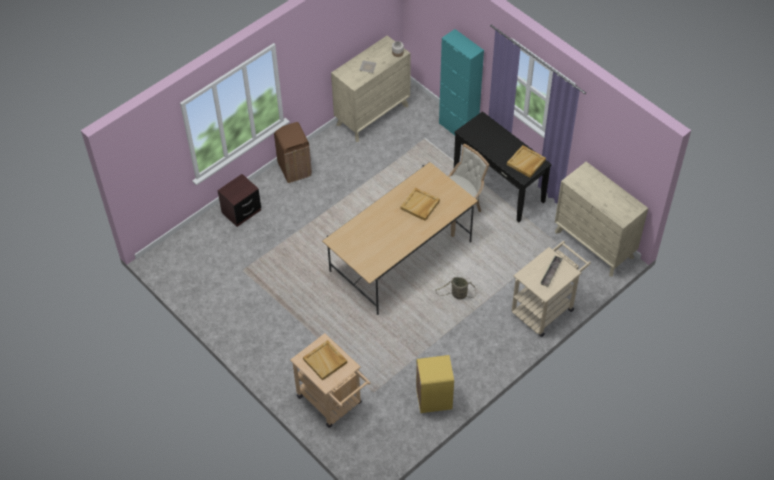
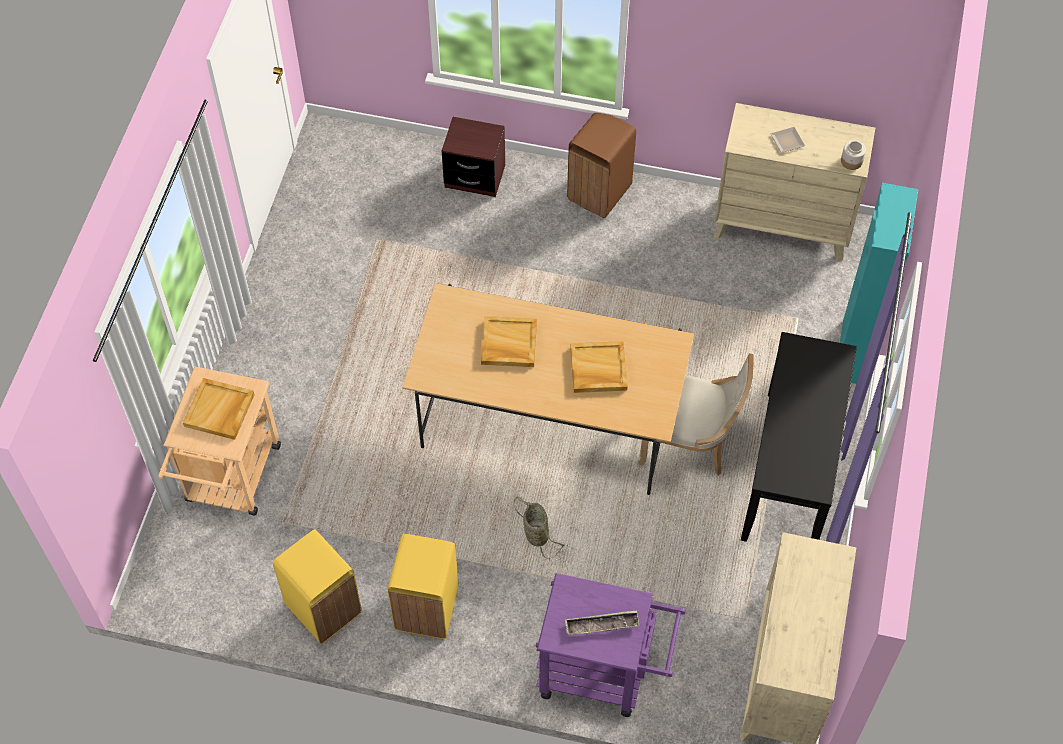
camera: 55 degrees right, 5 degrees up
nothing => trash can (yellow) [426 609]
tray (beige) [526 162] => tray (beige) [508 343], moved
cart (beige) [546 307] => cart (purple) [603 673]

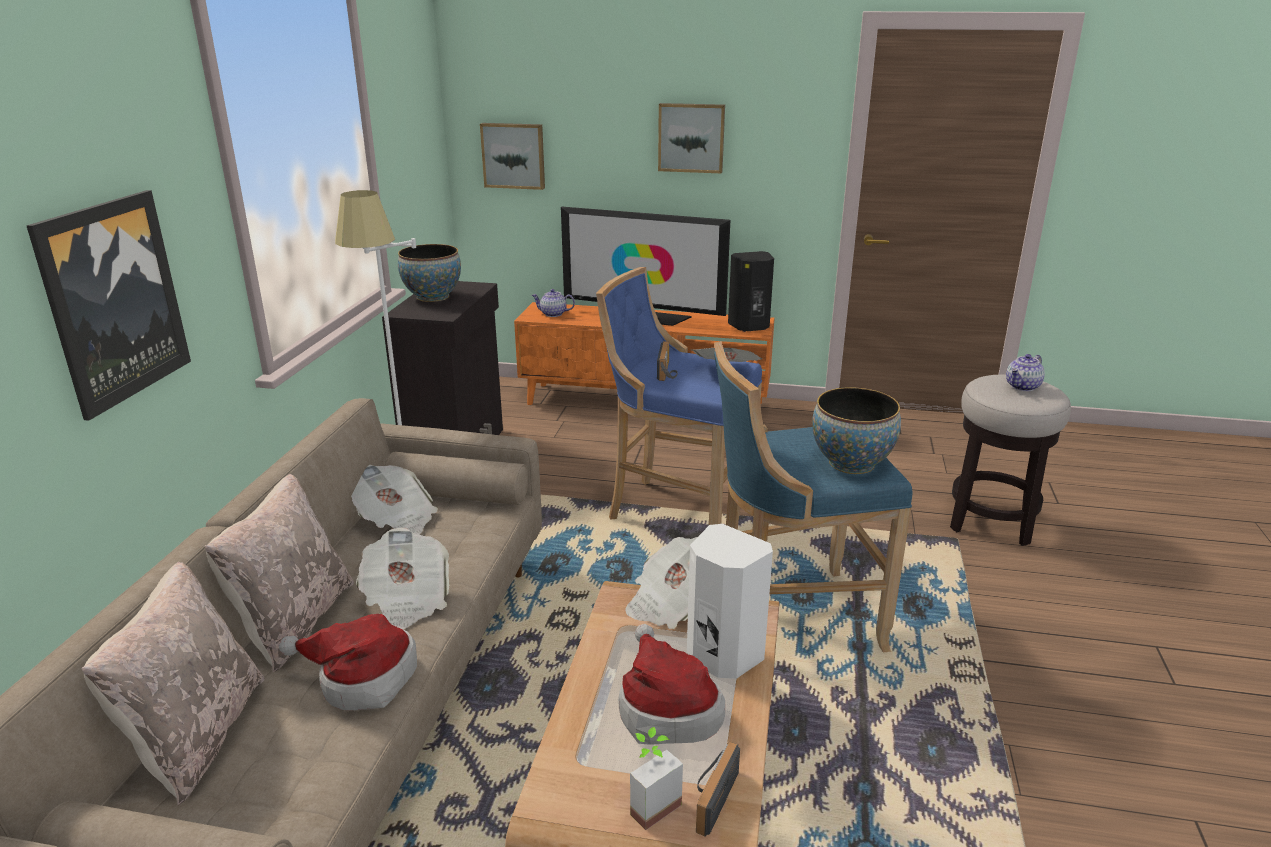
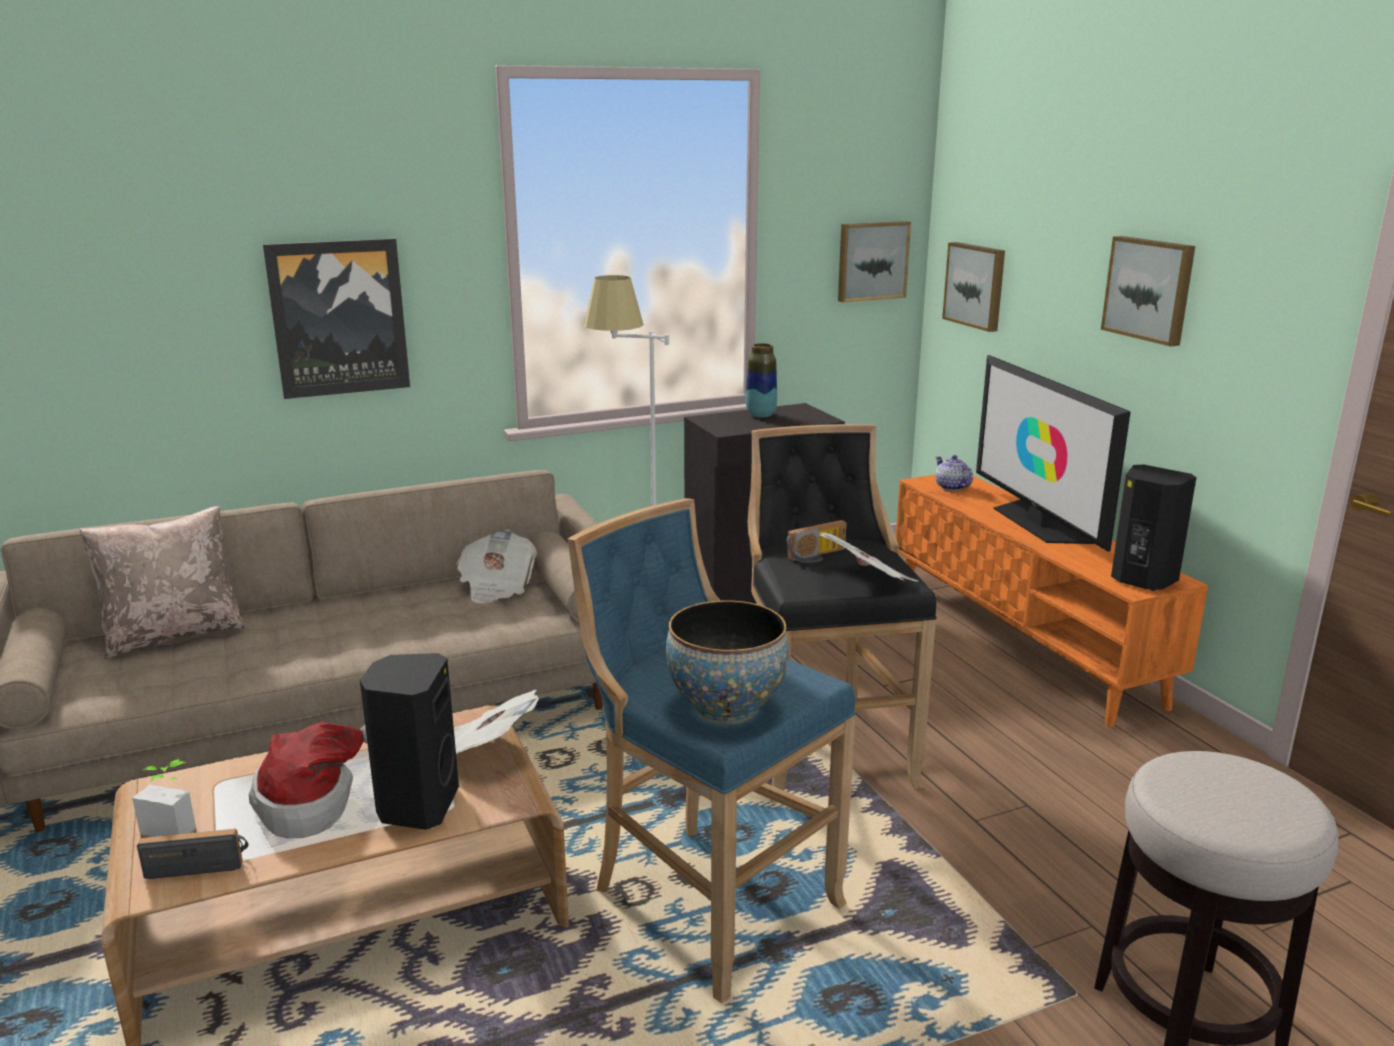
camera: 55 degrees right, 5 degrees down
speaker (whitish) [722 657] => speaker (blackish) [416 806]
serving bowl [433 297] => vase [761 415]
stool seat (blue) [676 511] => stool seat (blackish) [823 746]
nothing => wall picture [871 261]
throw pillow (beige) [293 622] => nothing
clothing hat [362 679] => nothing
printed paper [407 599] => nothing
tea pot [1023 386] => nothing

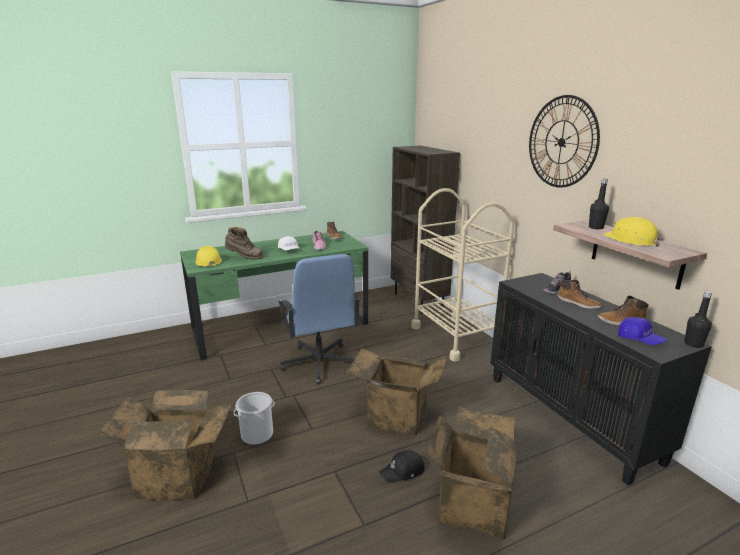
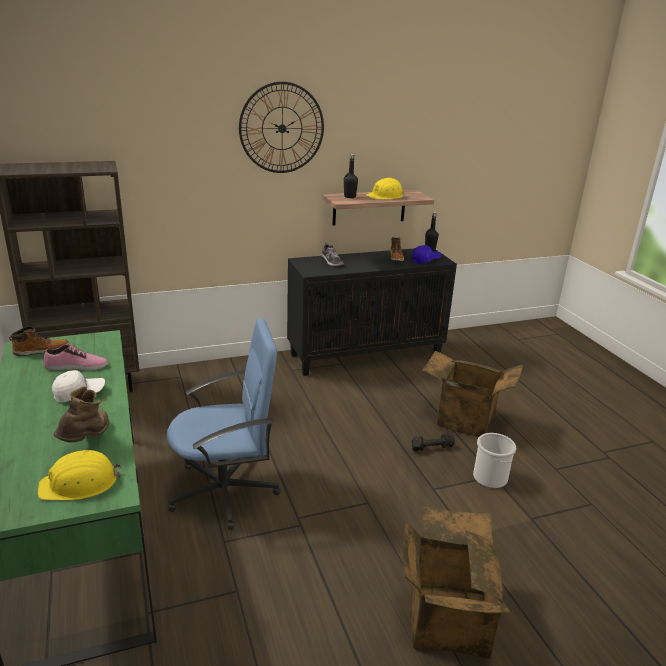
camera: 85 degrees left, 5 degrees up
peaked cap (blackish) [403 471] => dumbbell (blackish) [431 448]
water bucket [257 434] => water bucket [490 478], moved
cardboard box [395 417] => nothing
cart (beige) [455 337] => nothing
boot [578 304] => nothing

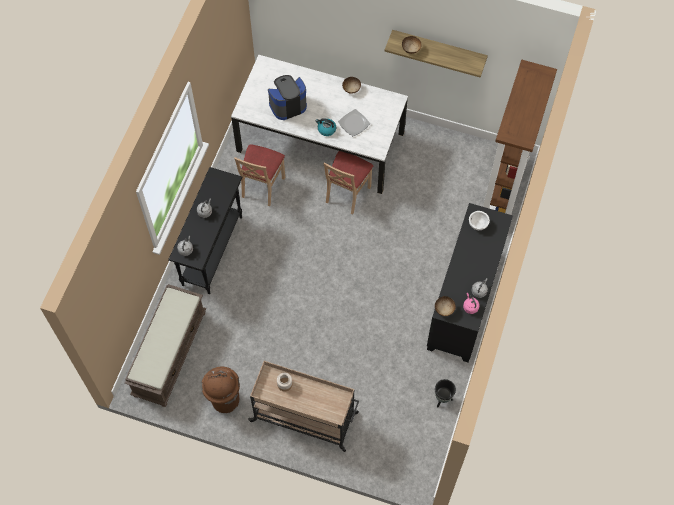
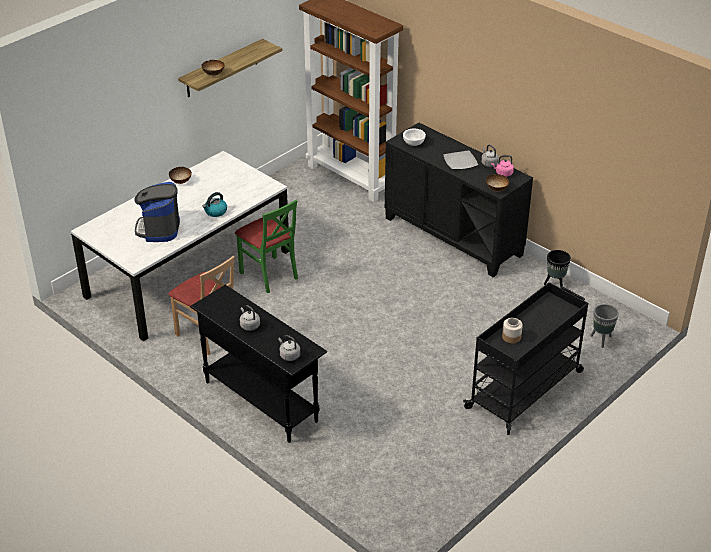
camera: 65 degrees left, 25 degrees down
chair (beige) [347 193] => chair (greenish) [269 274]
dinner plate [354 124] => dinner plate [460 162], moved
cart (beige) [305 417] => cart (blackish) [525 389]
nothing => flower pot (greyish) [601 340]
bench (brown) [169 353] => nothing
trash can (brown) [224 400] => nothing

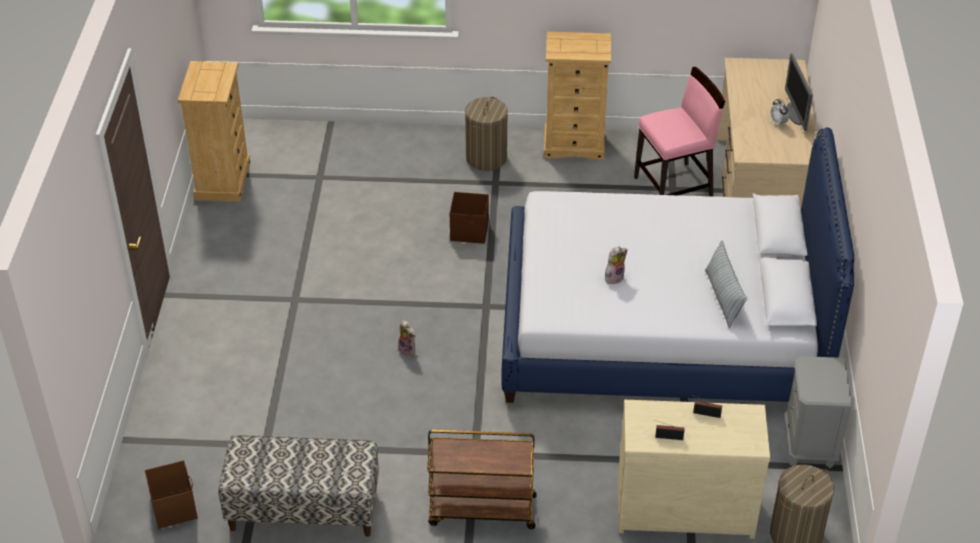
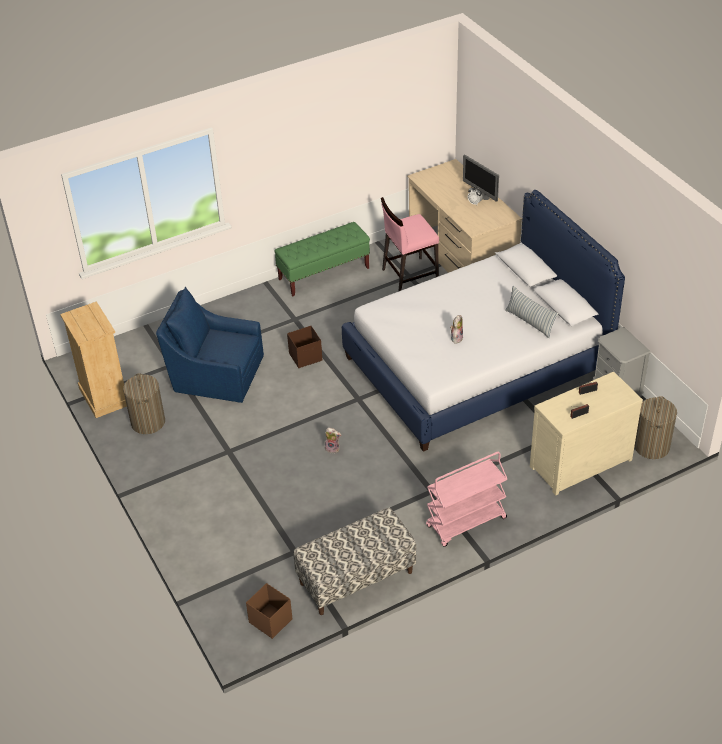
camera: 30 degrees left, 0 degrees up
hamper [486 158] => hamper [148 422], moved
nothing => lounge chair (blue) [215 374]
chest of drawers (beige) [574 145] => bench (greenish) [324 274]
chair (pink) [674 187] => chair (pink) [409 274], 150 degrees counterclockwise
cart (brown) [481 511] => cart (pink) [466 523]

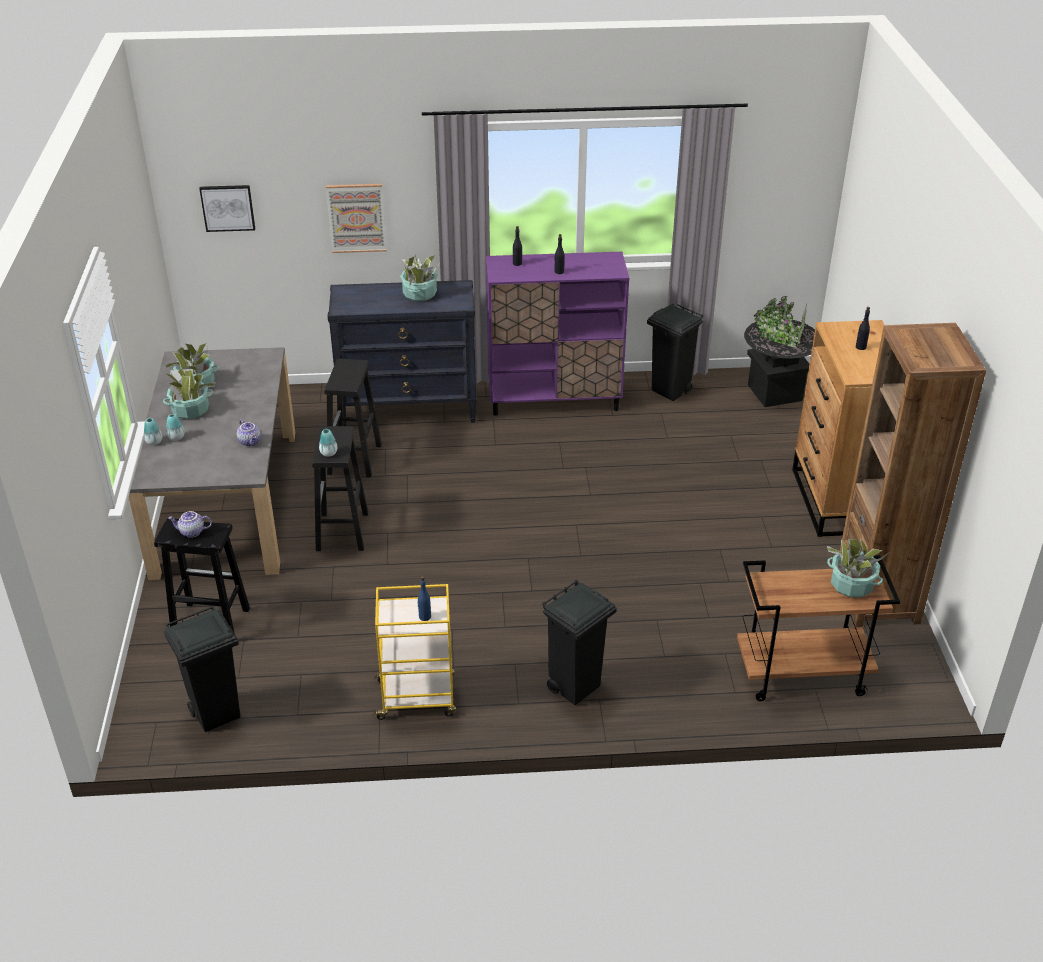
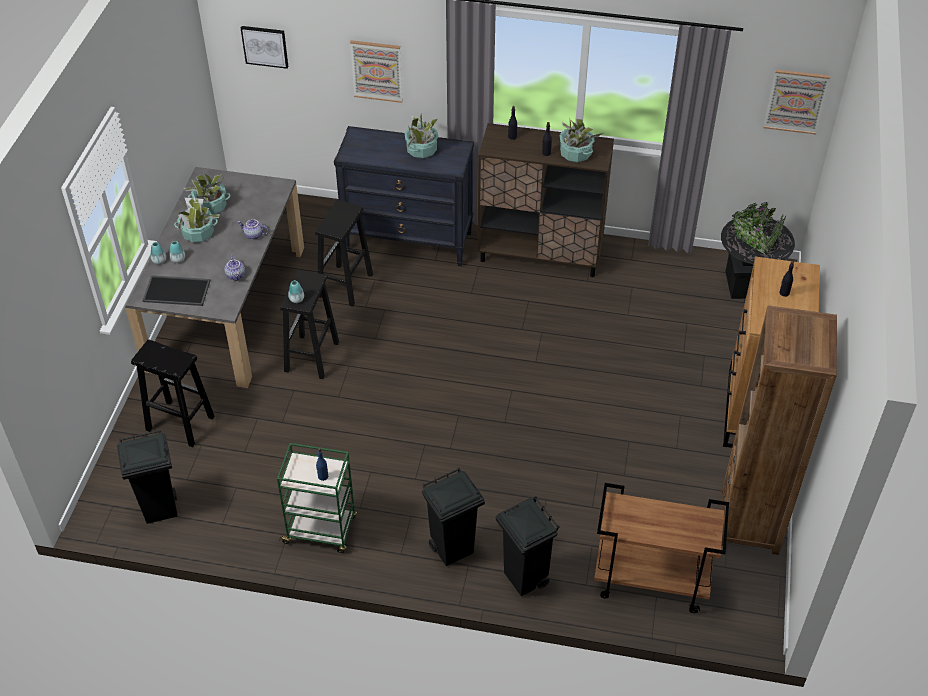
camera: 15 degrees right, 10 degrees up
nothing => tray [177 290]
tea pot [191 532] => tea pot [253 235], moved
cart (yellow) [417 698] => cart (greenish) [321 530]
cupboard (purple) [554 400] => cupboard (brown) [540 255]
trash can (blackish) [670 391] => trash can (blackish) [525 579], moved
plant in a pot [851 585] => plant in a pot [575 153], moved
nothing => wall picture [796 101]

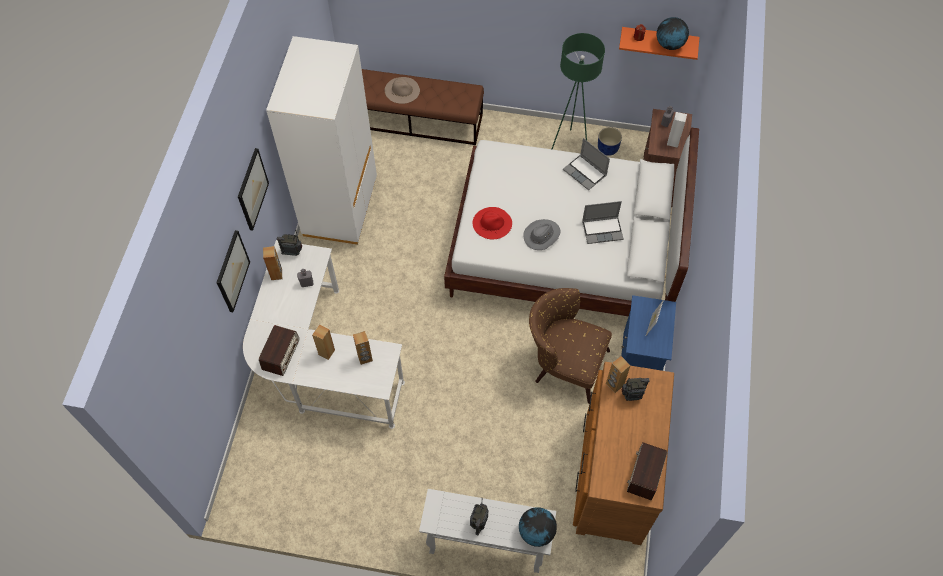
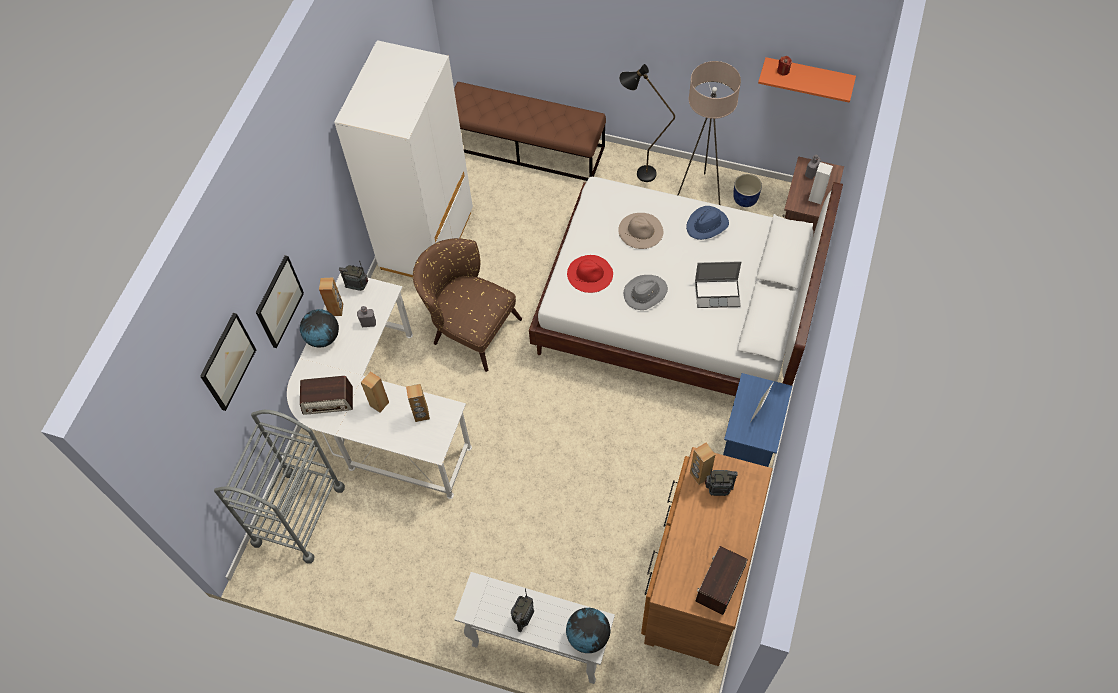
camera: 10 degrees right, 0 degrees up
wall picture [252 189] => wall picture [227 361], moved
nothing => cart (greyish) [298 515]
world globe [669 45] => world globe [323 338], moved
radio [281 354] => radio [328 401], 60 degrees clockwise
lounge chair (brown) [564 363] => lounge chair (brown) [469 327], moved
clothing hat (beige) [402 90] => clothing hat (beige) [641 230], moved
nothing => standing lamp (blackish) [638 173]
standing lamp (greenish) [569 148] => standing lamp (beige) [700 195]
portable computer [585 173] => clothing hat (blue) [707 225]

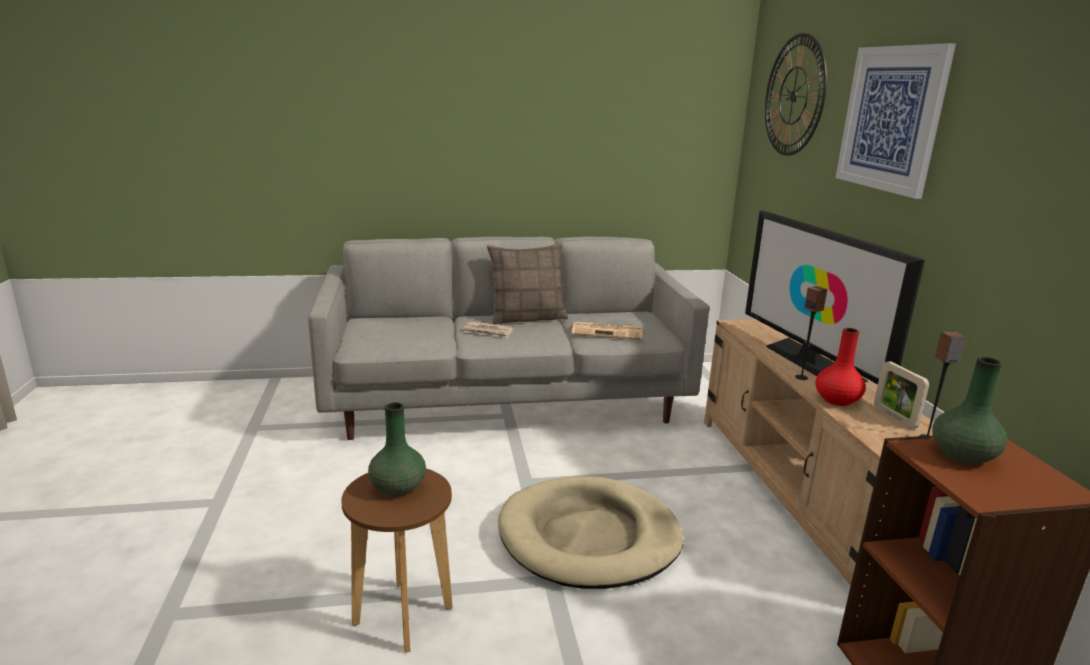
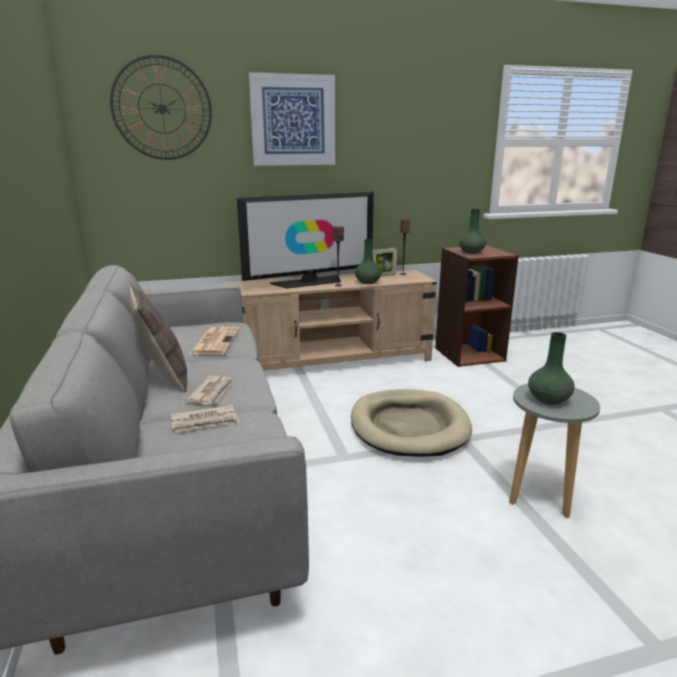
camera: 95 degrees left, 0 degrees up
nothing => printed paper [205 421]
vase (red) [837 400] => vase (greenish) [367 282]
stool seat (brown) [403 615] => stool seat (greyish) [540 495]

